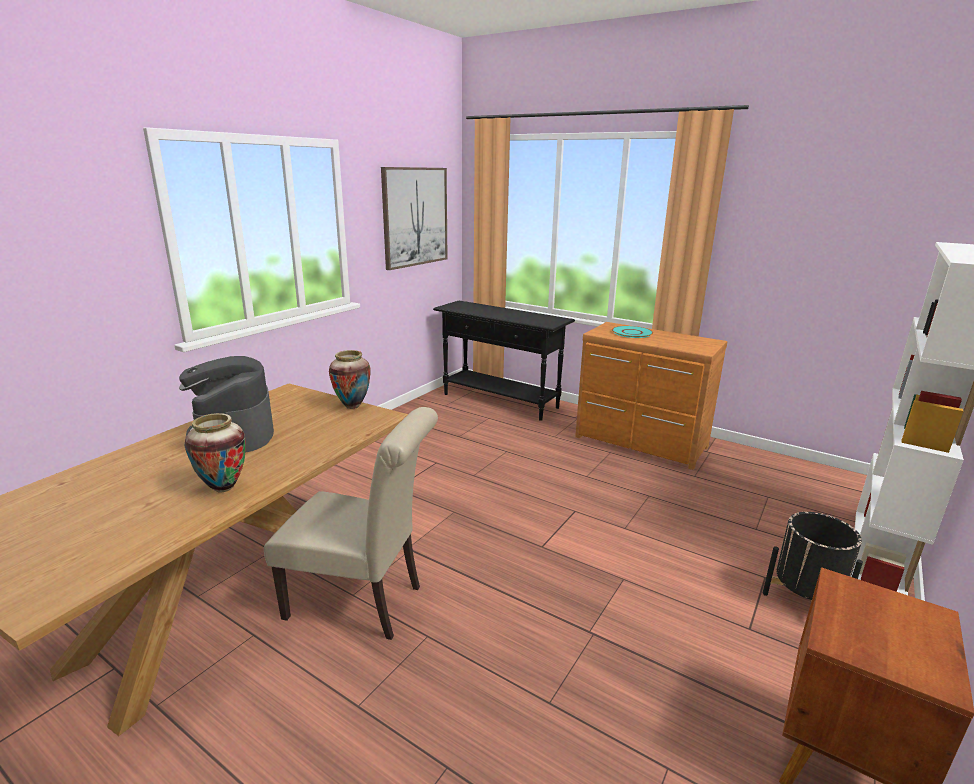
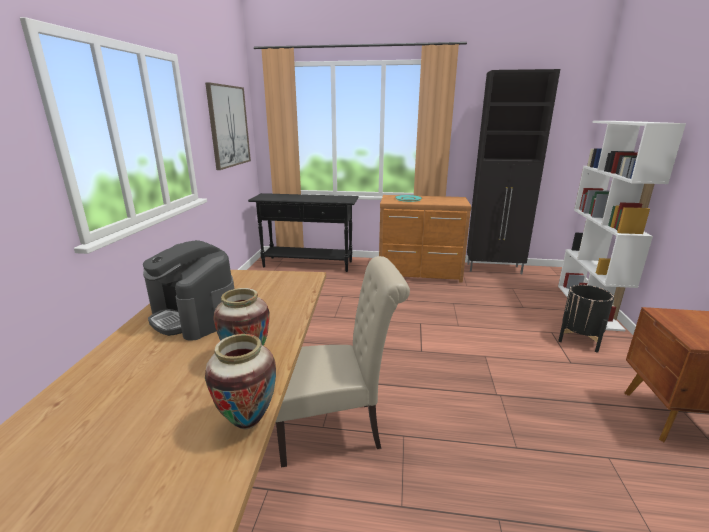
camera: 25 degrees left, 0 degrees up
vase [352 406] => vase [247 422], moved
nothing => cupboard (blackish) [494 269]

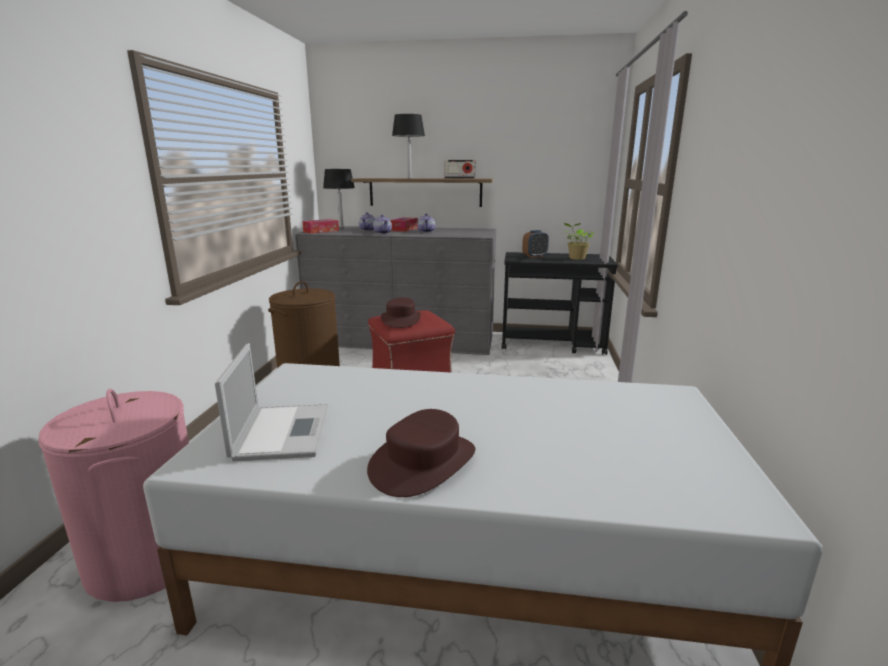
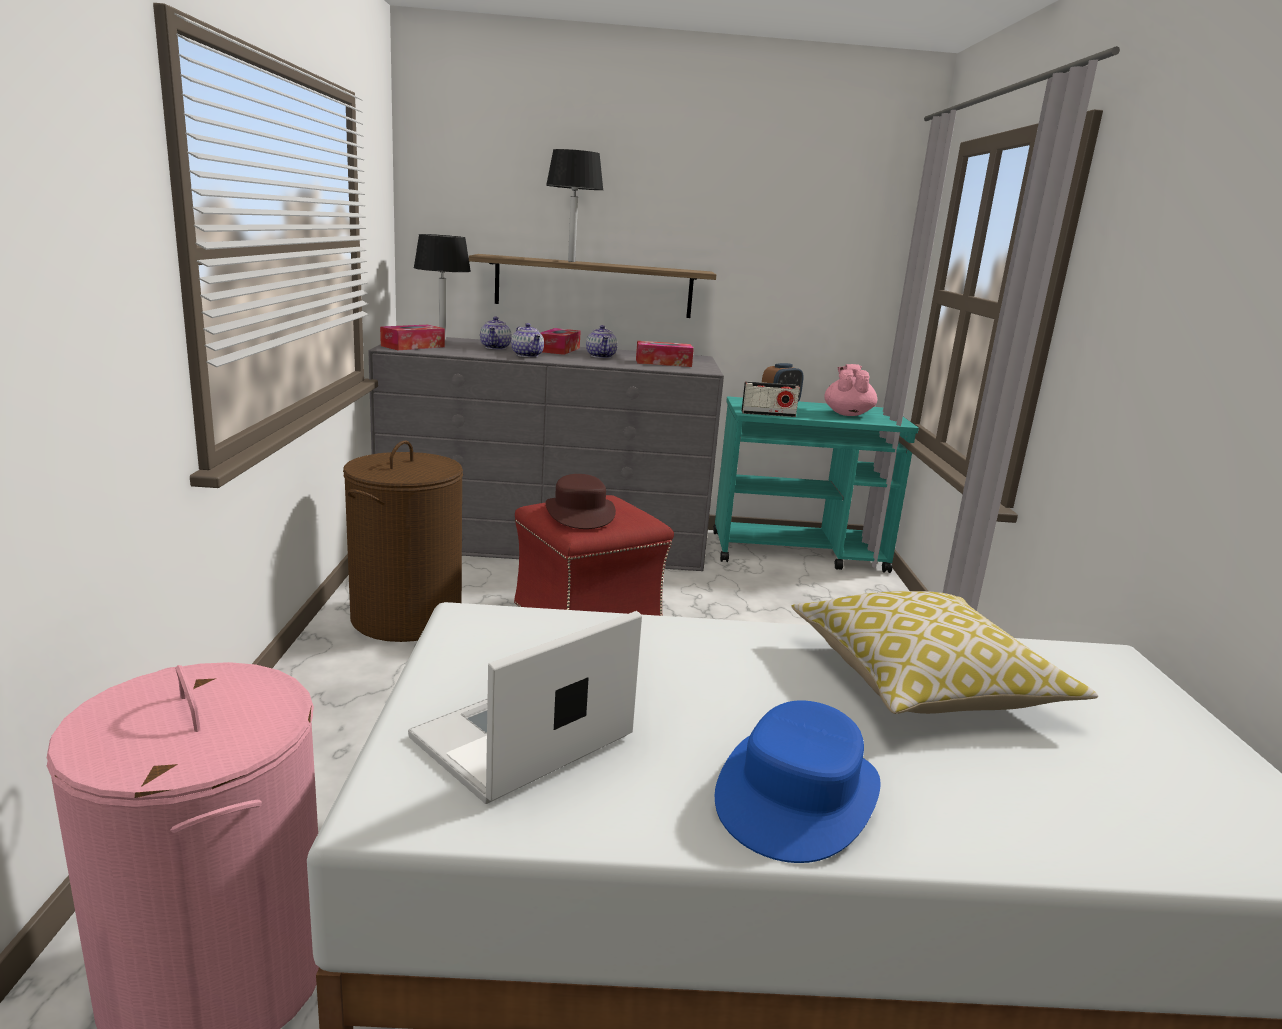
camera: 10 degrees left, 0 degrees up
portable computer [282 431] => portable computer [519 740], 120 degrees counterclockwise
nothing => box of tissues [663 363]
cart (blackish) [552 344] => cart (blue-green) [799 552]
clothing hat (brown) [423 463] => clothing hat (blue) [798 795]
radio [459 178] => radio [768 414], moved
nothing => throw pillow [924 683]
plant in a pot [576 258] => tea pot (pink) [847 414]

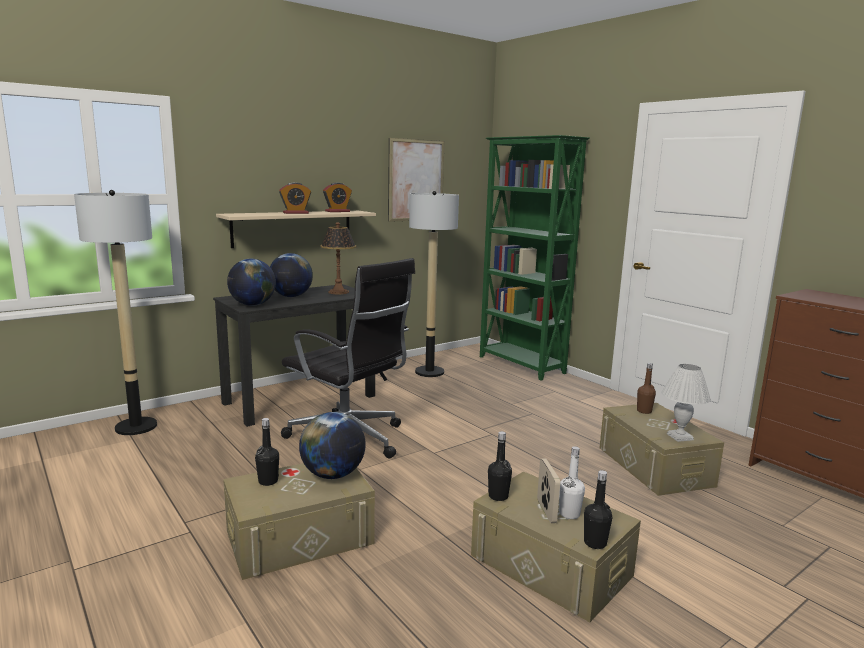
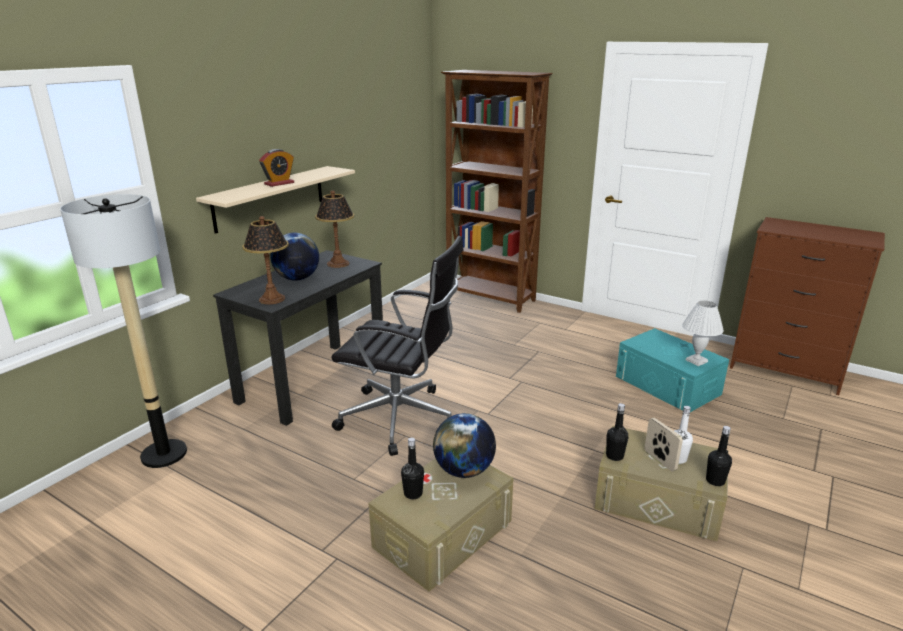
camera: 20 degrees left, 10 degrees up
world globe [252 305] => table lamp [272 299]
bookshelf (greenish) [521 365] => bookshelf (brown) [490 298]
storage bin (beige) [654 466] => storage bin (blue-green) [667 385]
bedside clock [337 211] => nothing
wall picture [416 180] => nothing
standing lamp [429 372] => nothing
beverage bottle (brown) [644 411] => nothing

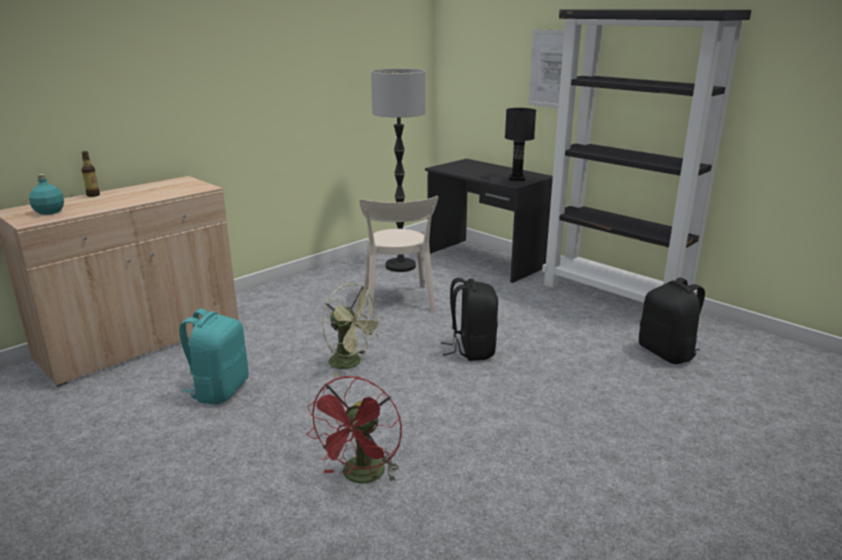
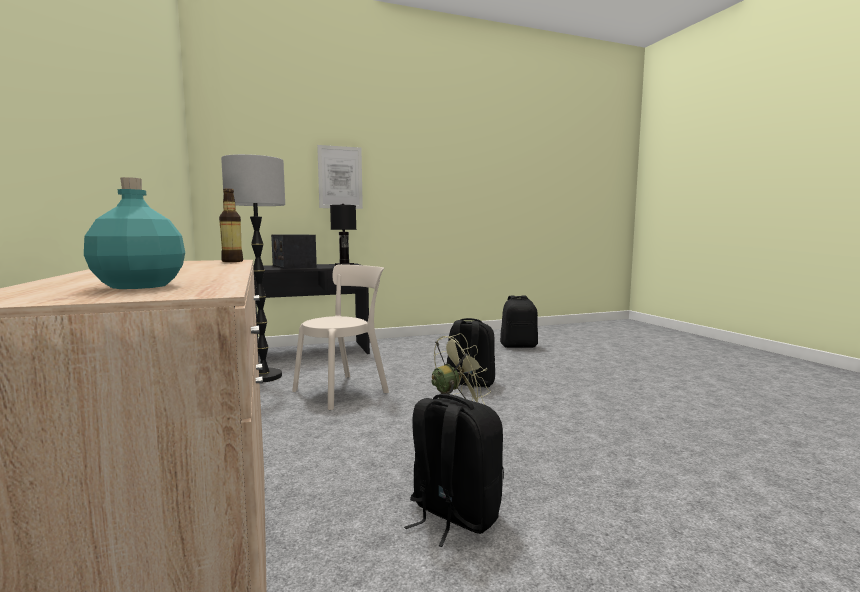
camera: 65 degrees left, 15 degrees down
beverage bottle [93 195] => beverage bottle [232 261], moved
nothing => radio [293 266]
chair (beige) [398 302] => chair (beige) [344 390], 60 degrees counterclockwise
rucksack (blue-green) [219 390] => rucksack (blackish) [453 515]
cooling fan (red) [361 477] => nothing
bookshelf (blackish) [615 297] => nothing

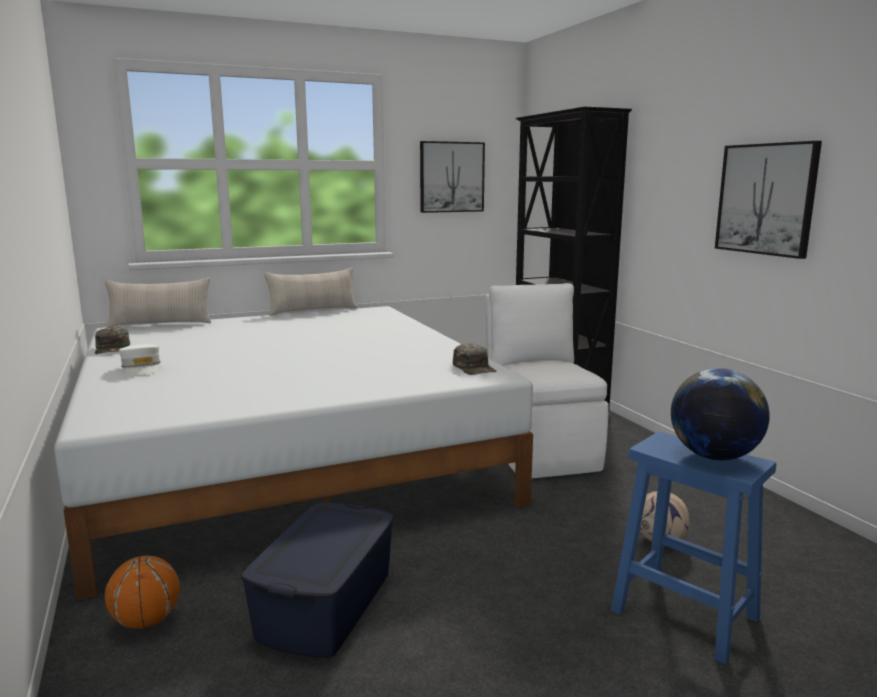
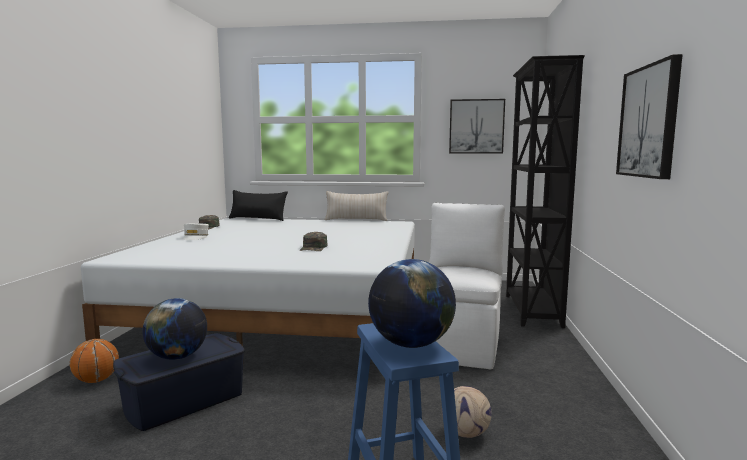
camera: 30 degrees right, 5 degrees down
nothing => world globe [177 357]
throw pillow (beige) [161 324] => throw pillow (blackish) [258 219]
peaked cap (greenish) [474 367] => peaked cap (greenish) [314 248], moved

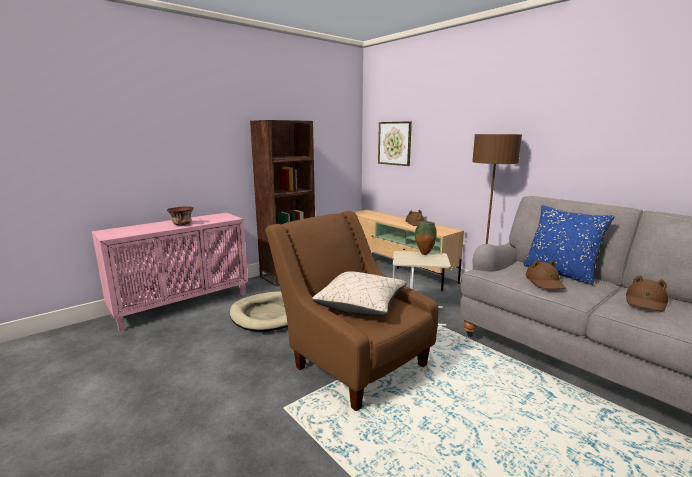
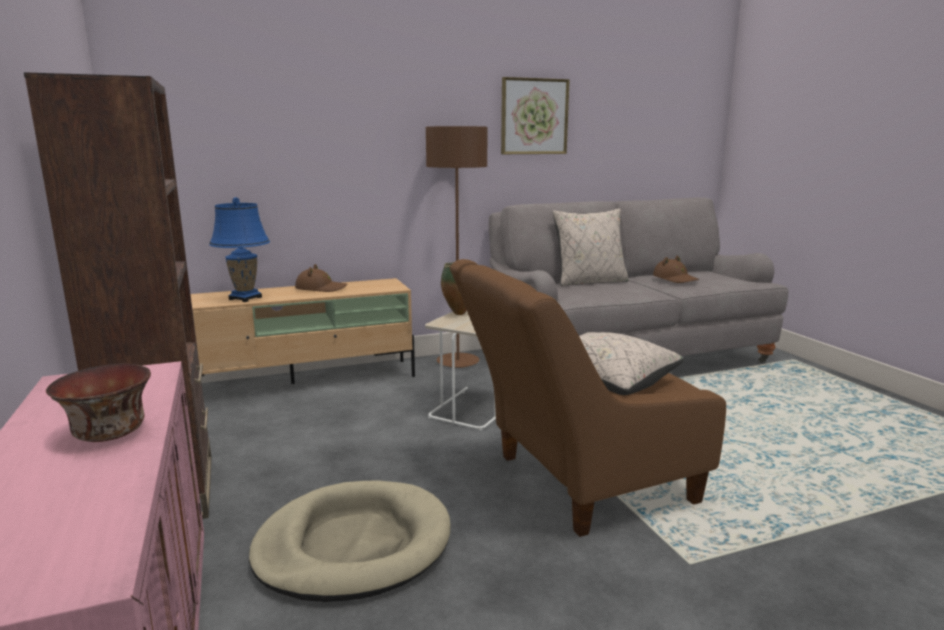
camera: 70 degrees left, 0 degrees up
nothing => table lamp (blue) [245 298]
wall picture [394 143] => wall picture [534 116], moved
throw pillow (blue) [560 273] => throw pillow (beige) [590 282]
clothing hat (brown) [545 282] => nothing

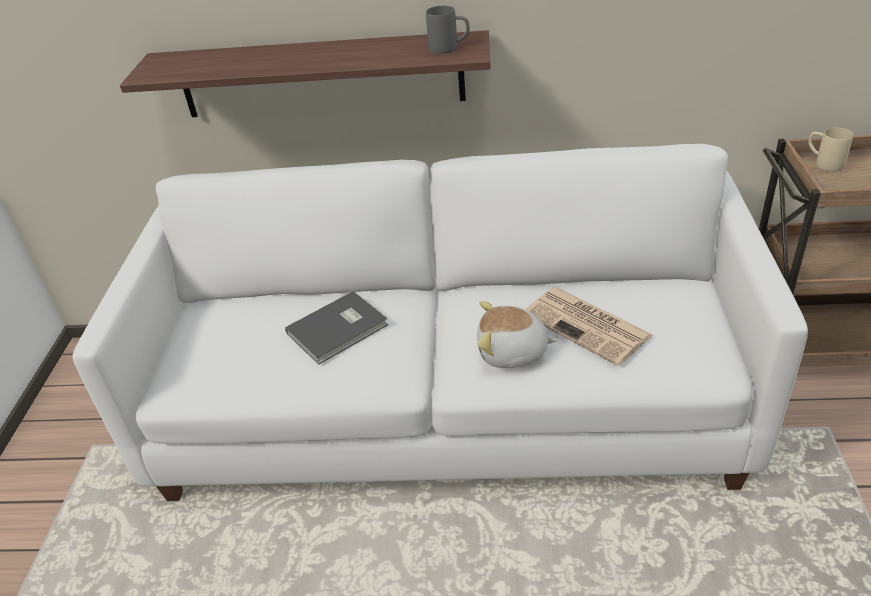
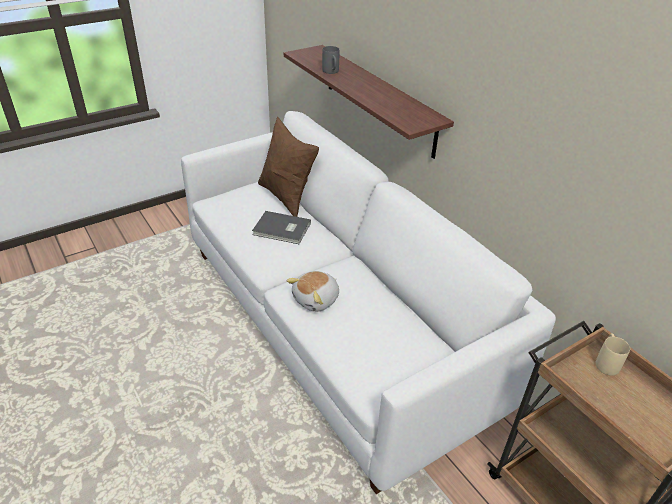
camera: 50 degrees right, 0 degrees up
nothing => throw pillow (brown) [287 197]
cuddly toy [512 353] => cuddly toy [316 300], 105 degrees counterclockwise
tea mug (greyish) [449 49] => tea mug (greyish) [331 72], moved
printed paper [588 326] => nothing

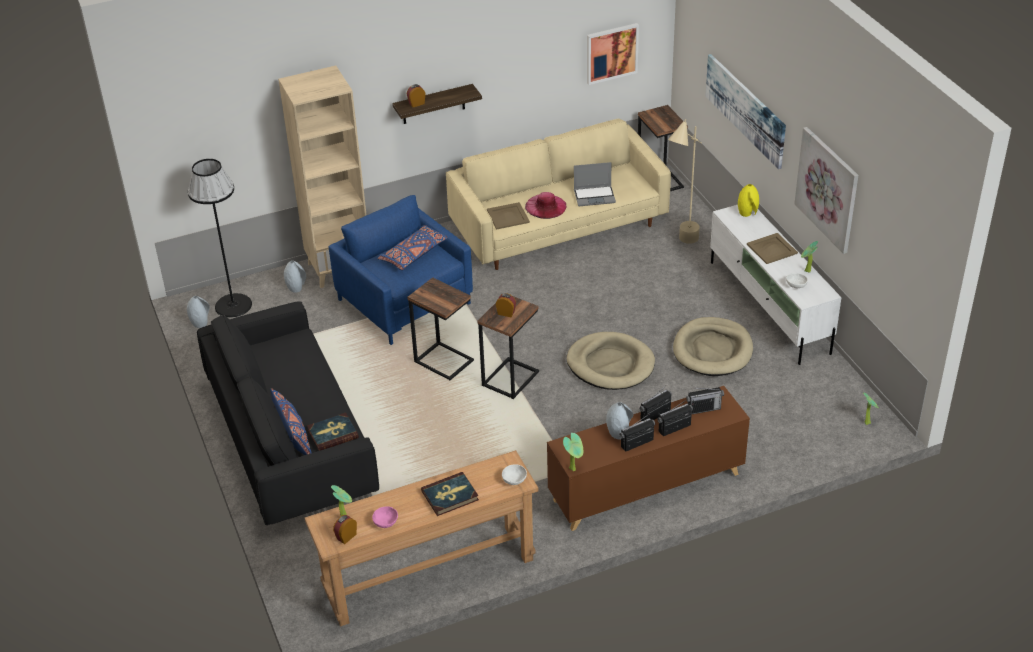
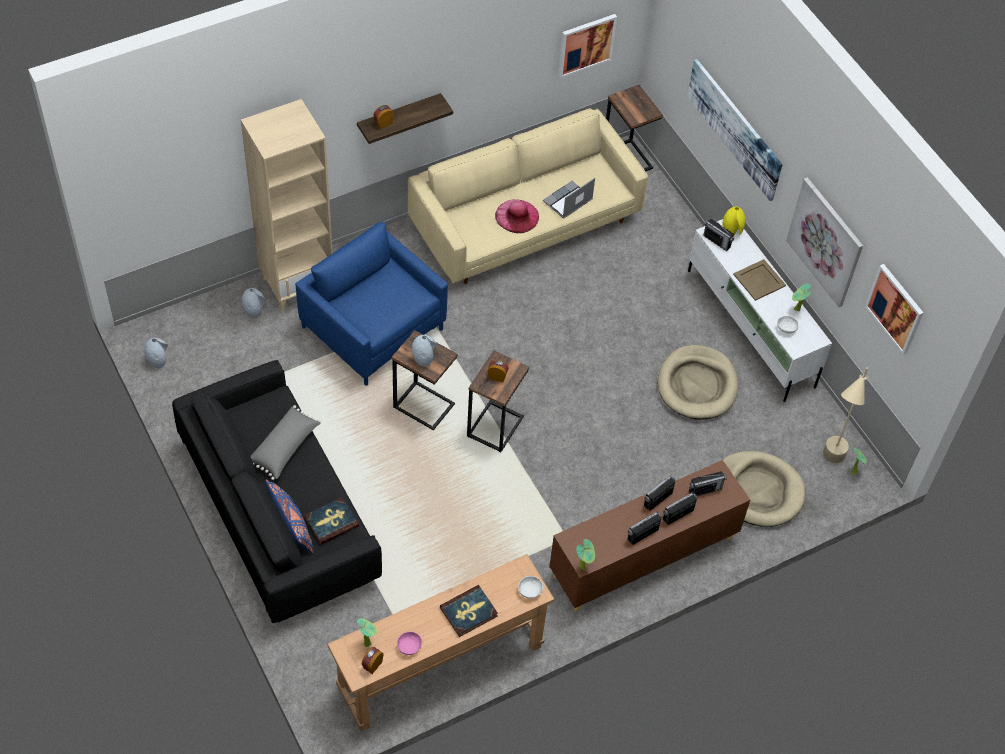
camera: 10 degrees left, 15 degrees up
nothing => throw pillow (greyish) [285 448]
vase (greyish) [619 432] => vase (greyish) [424 359], moved
portable computer [595 196] => portable computer [567 201], 150 degrees clockwise
nothing => radio [717 241]
pet bed (beige) [610 364] => pet bed (beige) [757 491], moved
standing lamp (beige) [681 246] => standing lamp (beige) [827 468], moved
nothing => wall picture [895 308]
standing lamp (blackish) [233 305] => nothing
throw pillow (blue) [414 254] => nothing
tray (beige) [508 216] => nothing

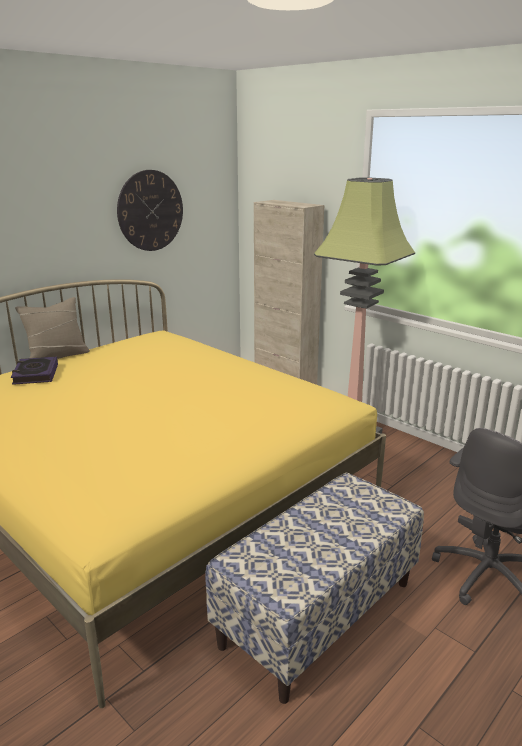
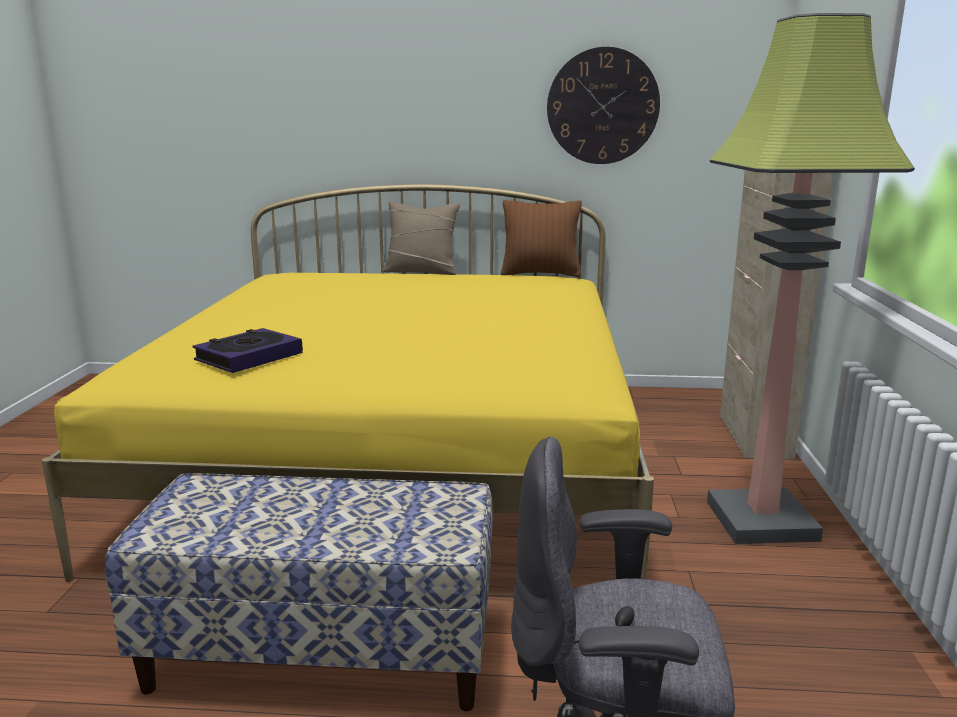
camera: 50 degrees right, 5 degrees down
volume [35 374] => volume [248 357], moved
nothing => throw pillow (brown) [540 274]

